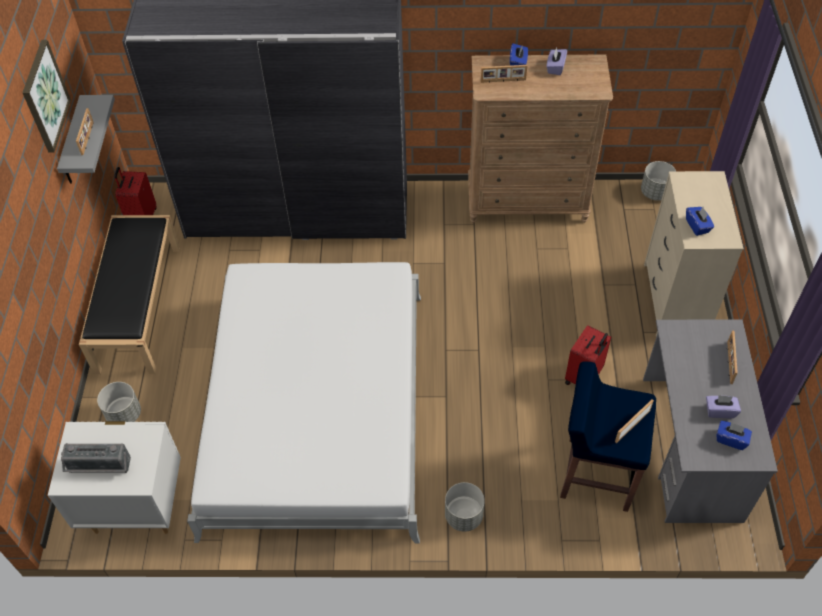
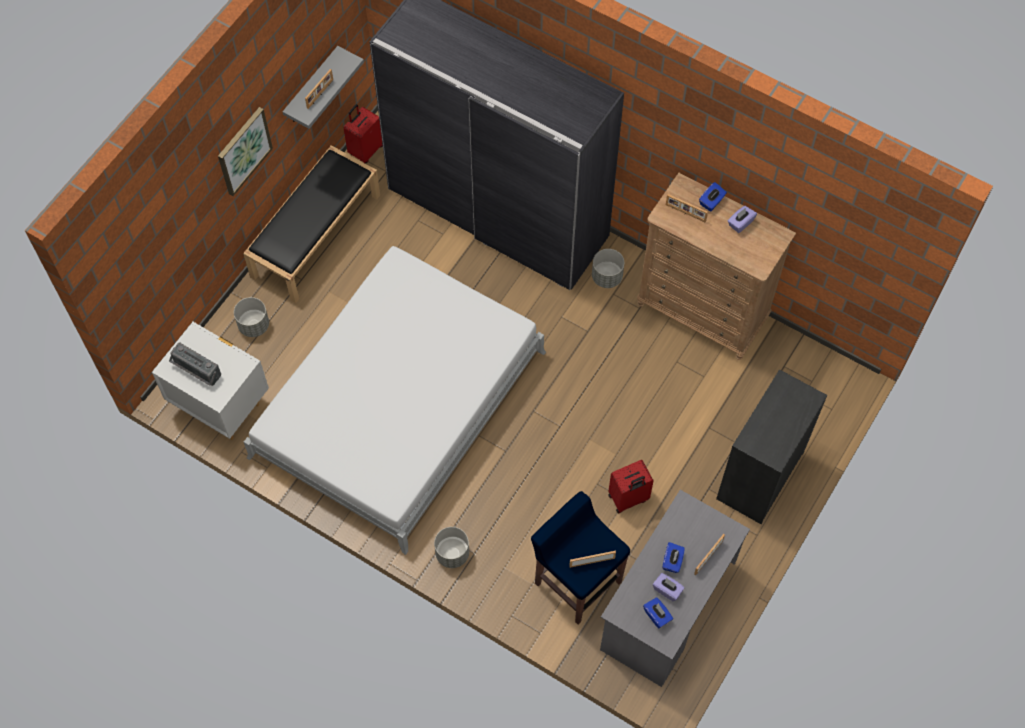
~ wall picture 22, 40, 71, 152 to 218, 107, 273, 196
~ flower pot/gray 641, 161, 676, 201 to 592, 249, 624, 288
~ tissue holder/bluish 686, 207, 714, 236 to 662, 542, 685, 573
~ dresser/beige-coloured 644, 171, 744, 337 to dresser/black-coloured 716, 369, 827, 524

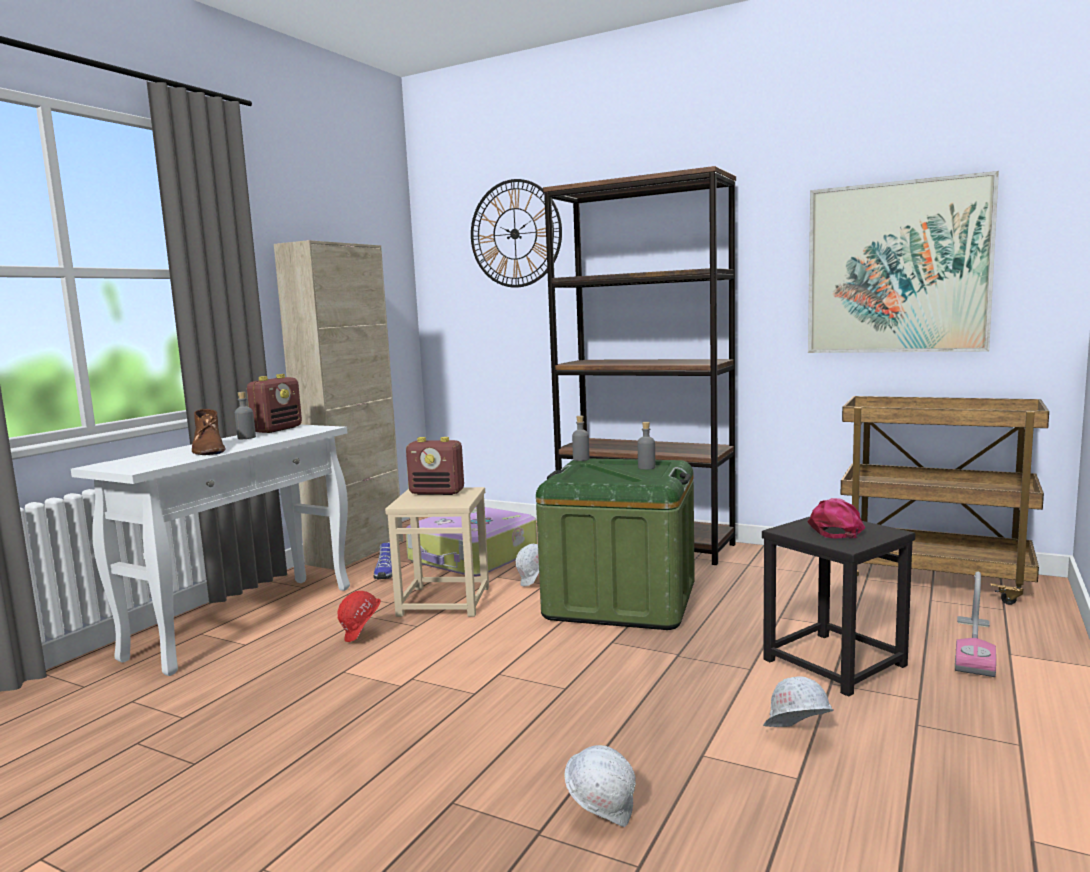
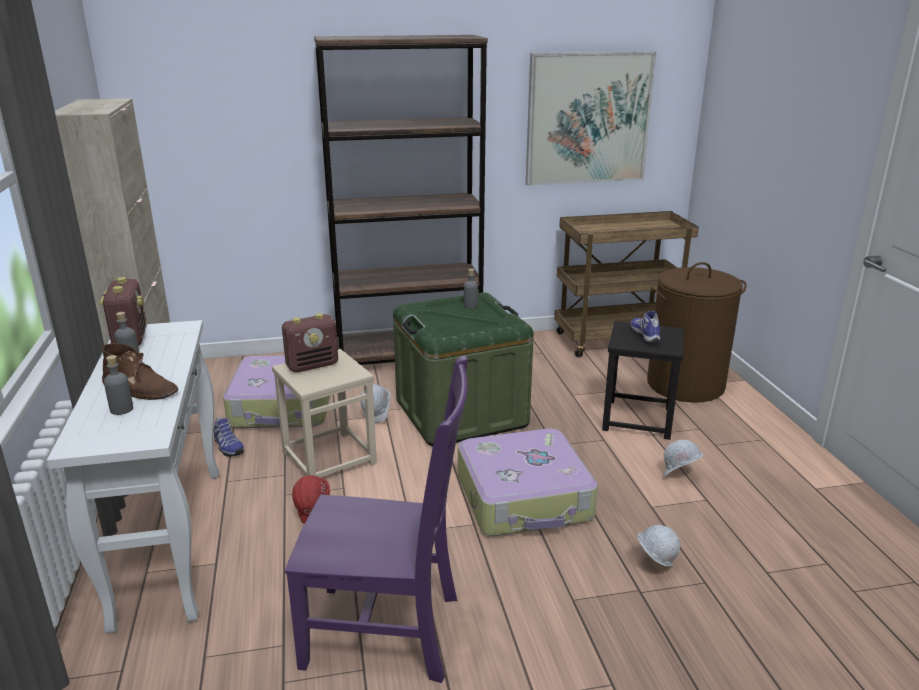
~ beverage bottle/gray 572, 416, 589, 461 to 104, 355, 133, 415
+ chair/purplish 285, 355, 468, 683
+ travel case 458, 428, 598, 536
~ cap/pink 807, 498, 865, 539 to low shoe 630, 311, 660, 344
~ hoover 955, 572, 996, 677 to laundry basket/brownish 647, 262, 747, 403
- hanging clock 471, 179, 562, 288

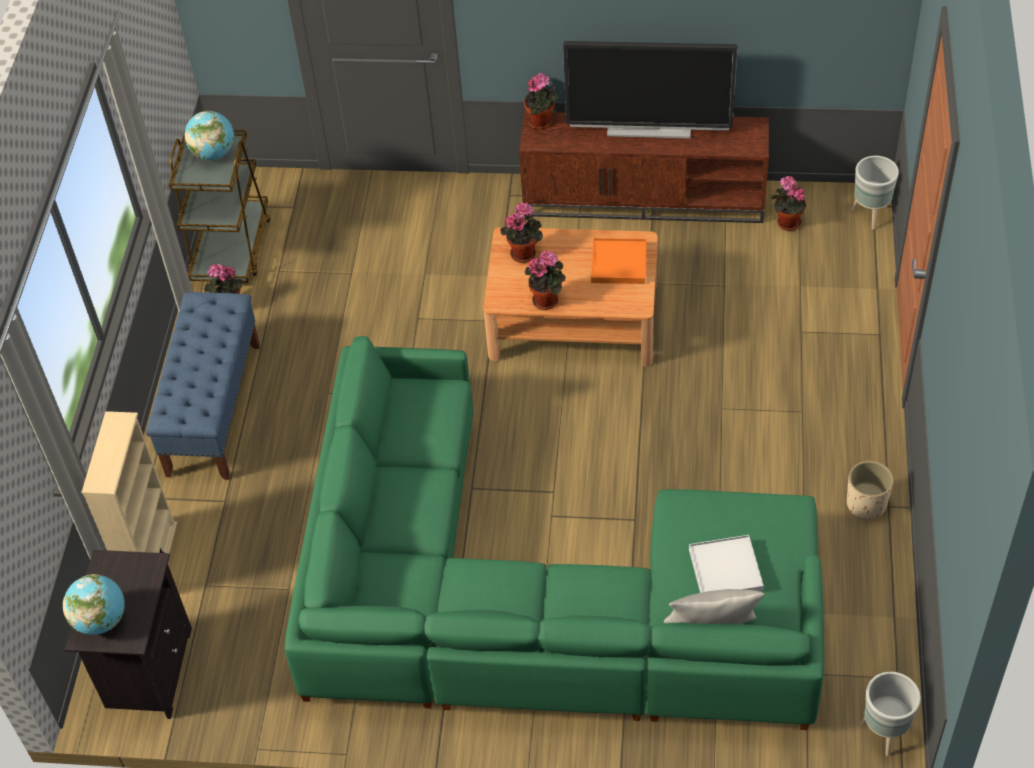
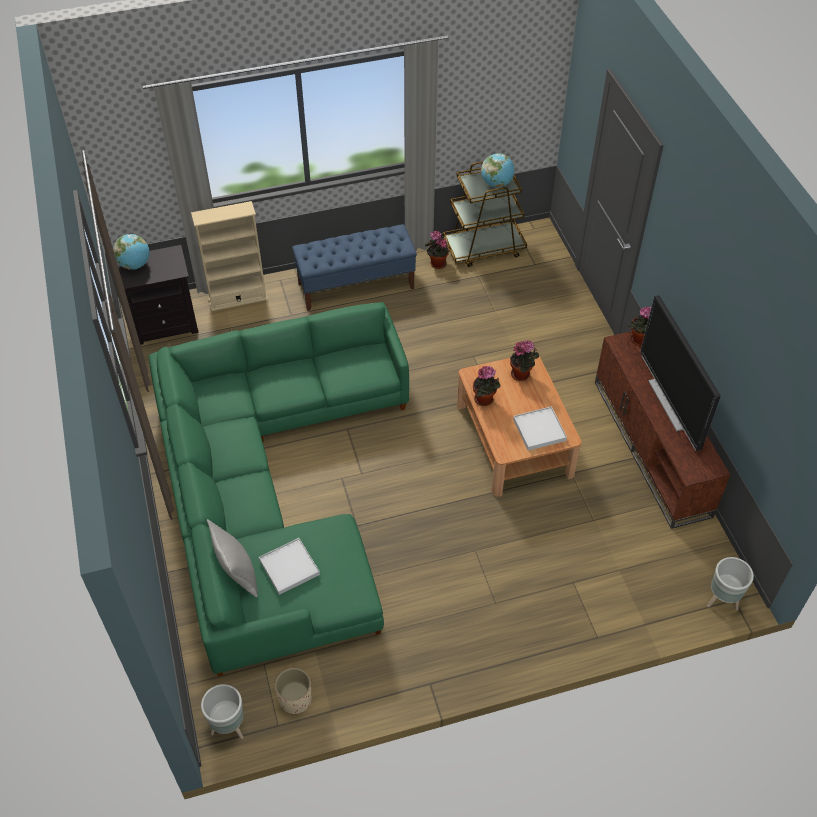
~ flower pot/beige-coloured 847, 461, 894, 520 to 275, 668, 312, 715
~ carrying tray/orangey 591, 238, 646, 284 to carrying tray/whitish 513, 406, 567, 451
- plant in a pot 771, 176, 806, 231

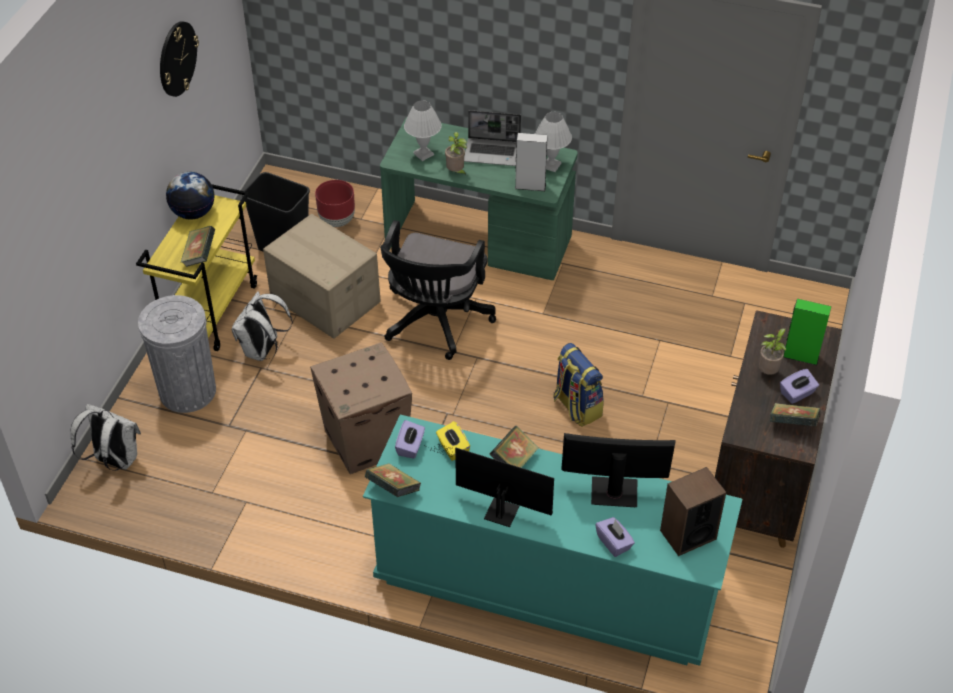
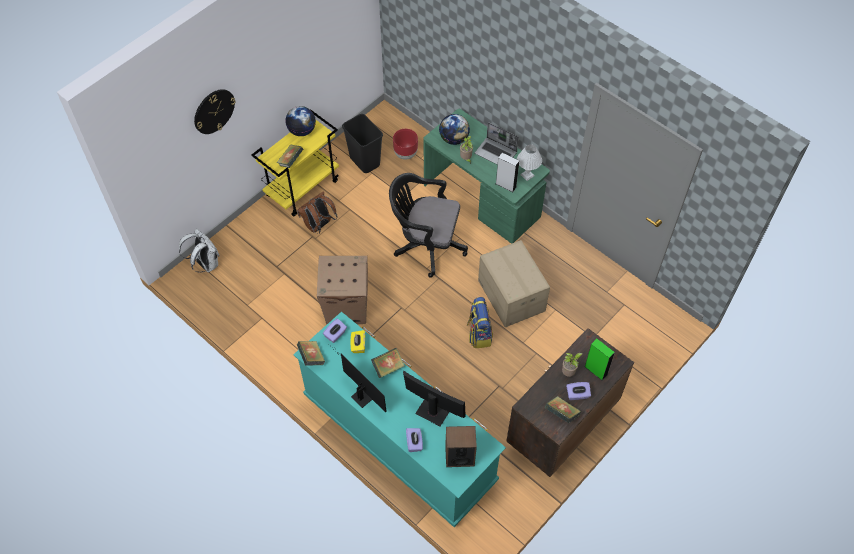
~ hanging clock 160, 21, 199, 97 to 194, 89, 236, 134
~ knapsack/whitish 232, 291, 293, 361 to knapsack/brownish 297, 191, 337, 234
~ desk chair/black-coloured 380, 220, 496, 360 = 389, 173, 468, 278 60 degrees clockwise
~ tabletop lamp/whitish 404, 100, 442, 161 to desk globe 439, 114, 470, 145
~ carton 263, 214, 381, 339 to 478, 240, 550, 327
- waste bin/gray 138, 295, 216, 413

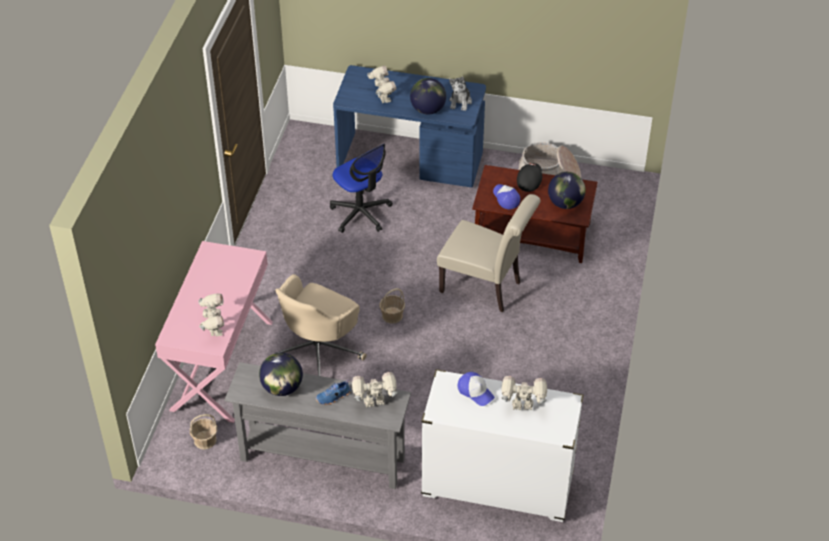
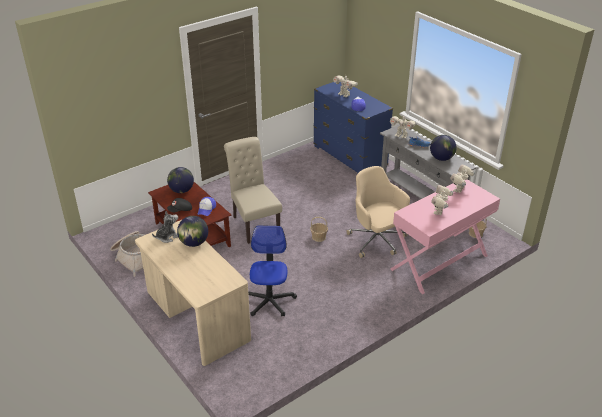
~ desk unit/bluish 333, 65, 486, 188 to desk unit/beige-coloured 135, 220, 251, 366
~ dresser/whitish 421, 369, 584, 522 to dresser/bluish 313, 82, 393, 174
~ desk chair/beige-coloured 275, 274, 367, 376 = 346, 166, 410, 258 105 degrees counterclockwise
~ robot figure 367, 66, 397, 103 to 431, 185, 453, 215

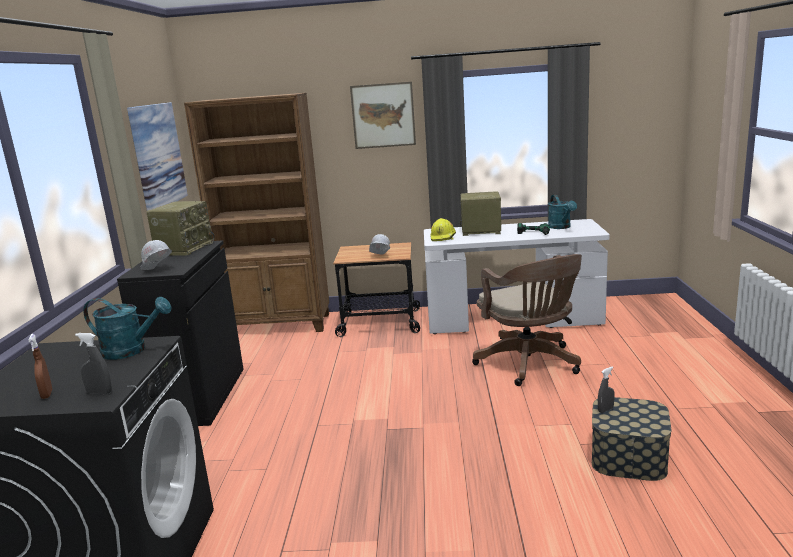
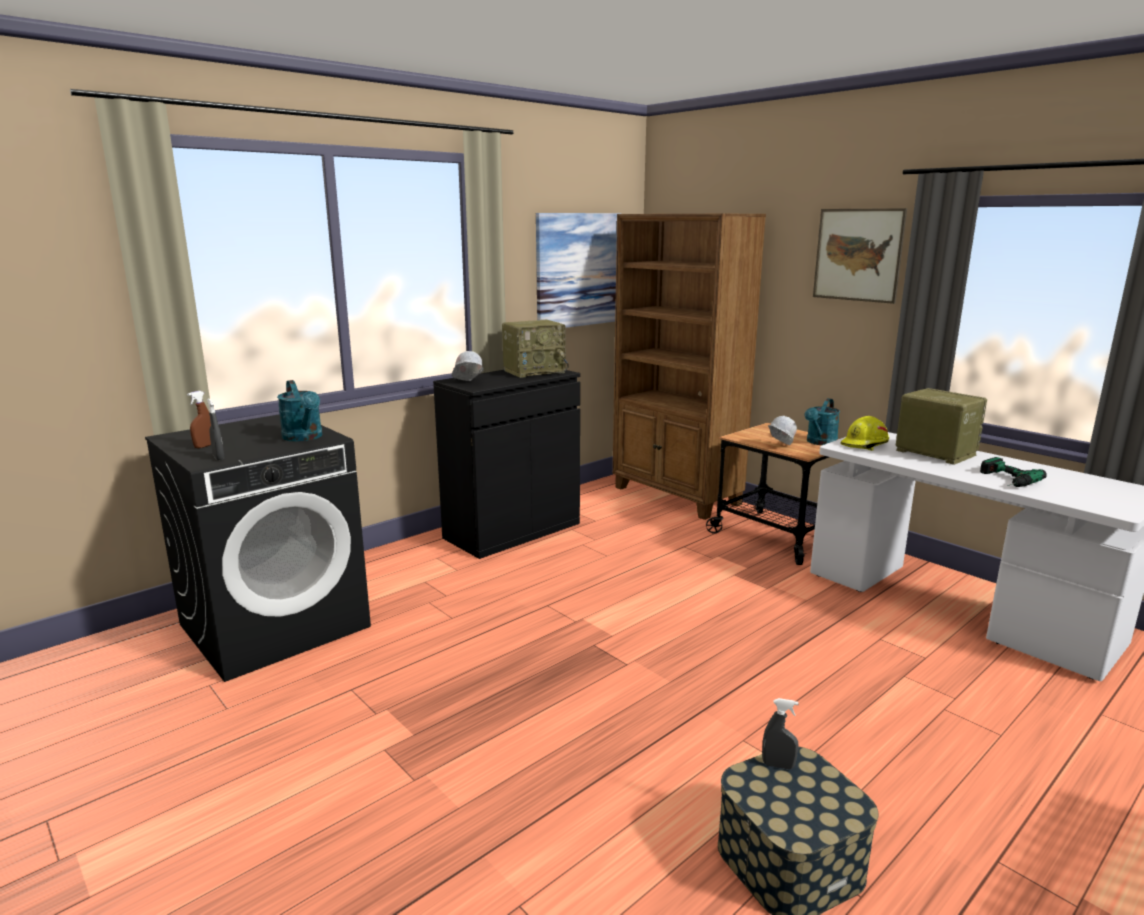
~ sprinkling can/turquoise 548, 195, 577, 229 to 805, 398, 840, 445
- desk chair/brownish 472, 254, 582, 386

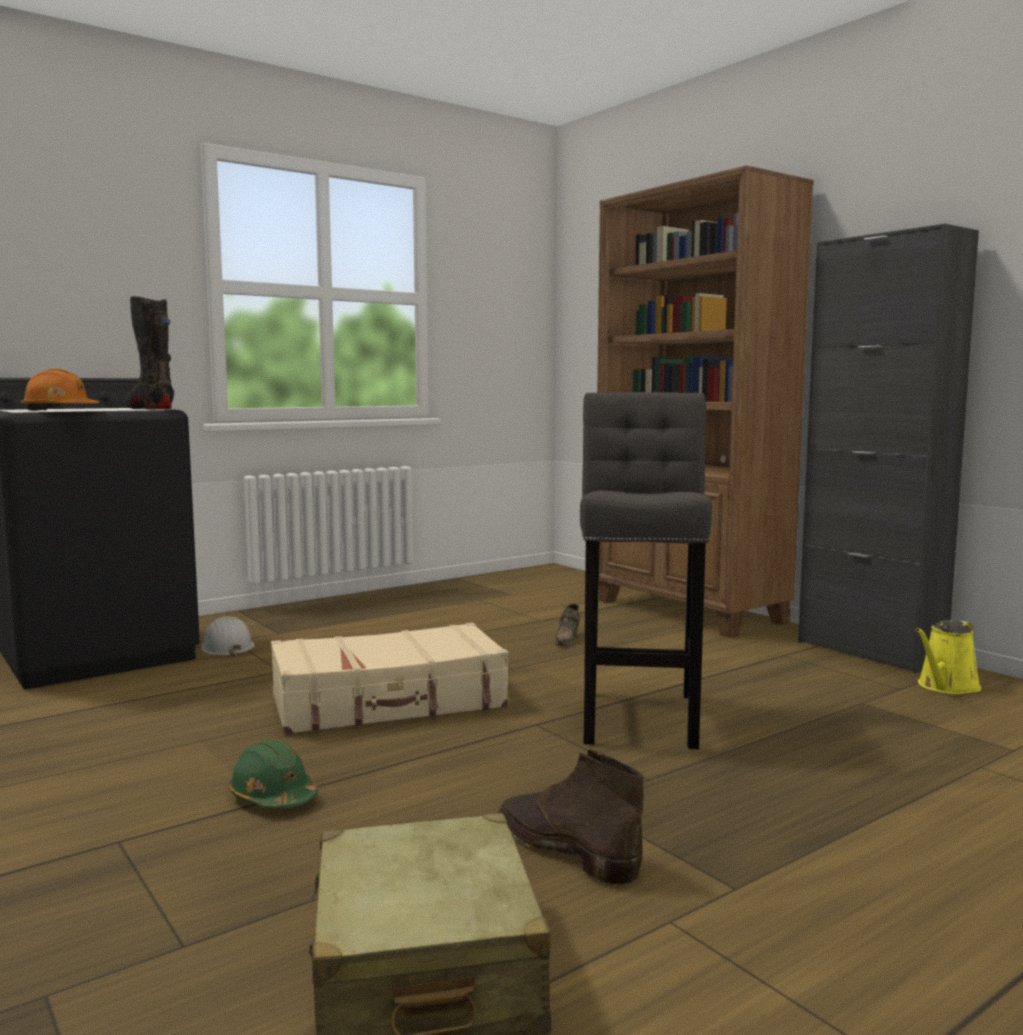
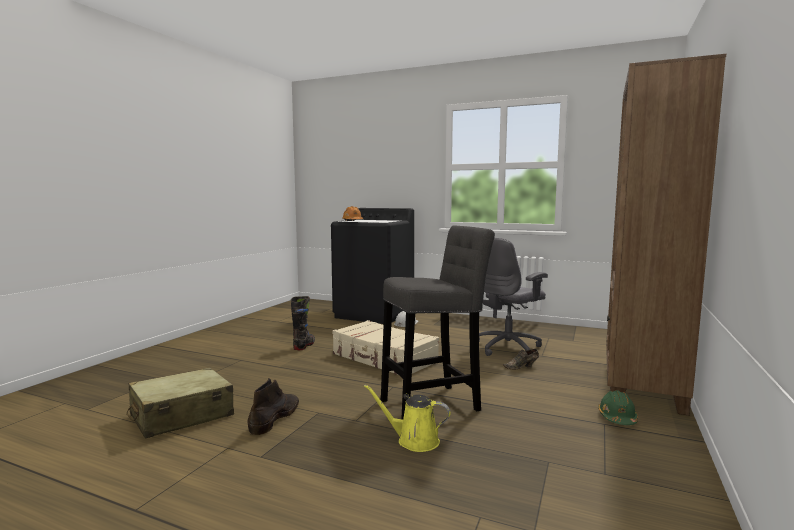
~ boot/black-coloured 125, 296, 174, 410 to 291, 296, 315, 350
~ sprinkling can/yellow 915, 620, 981, 694 to 364, 384, 451, 452
+ desk chair/gray 479, 238, 548, 356
~ hard hat/green 228, 739, 318, 809 to 598, 390, 638, 425
- cabinet/black-coloured 798, 224, 979, 673

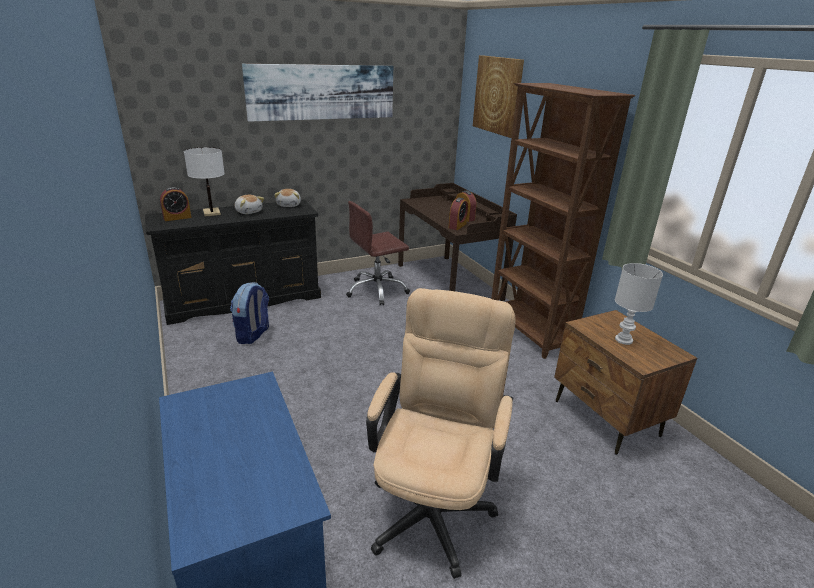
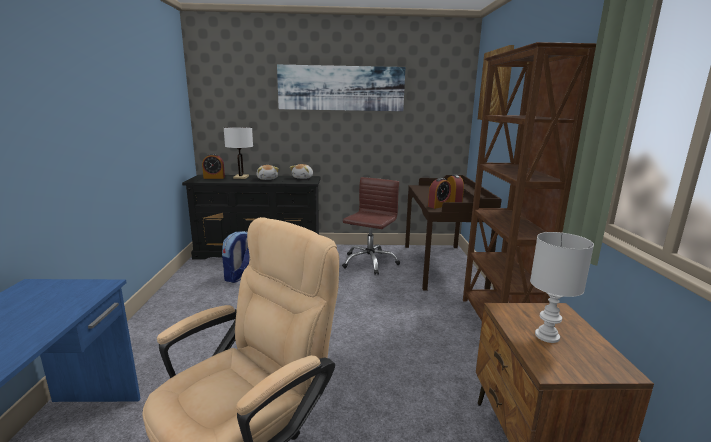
~ desk chair/brownish 346, 201, 410, 306 = 342, 177, 400, 275 120 degrees clockwise

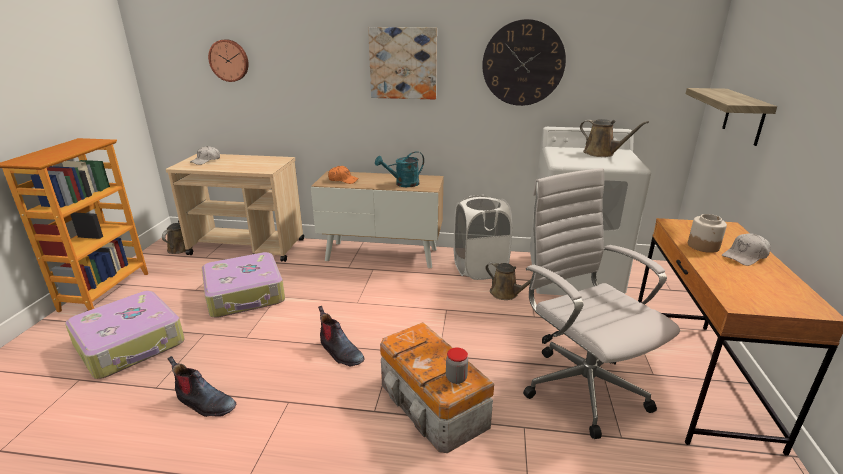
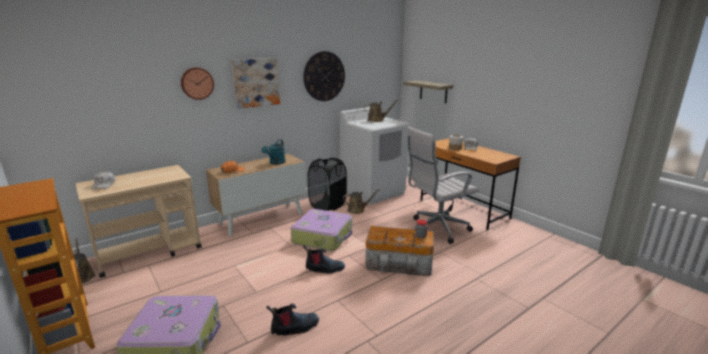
~ hanging clock 208, 39, 249, 82 to 181, 67, 214, 100
~ travel case 202, 252, 285, 318 to 291, 209, 352, 251
~ laundry basket/whitish 453, 195, 512, 280 to laundry basket/black-coloured 308, 158, 347, 211
~ desk chair/whitish 523, 168, 680, 439 = 406, 126, 479, 244 45 degrees counterclockwise

